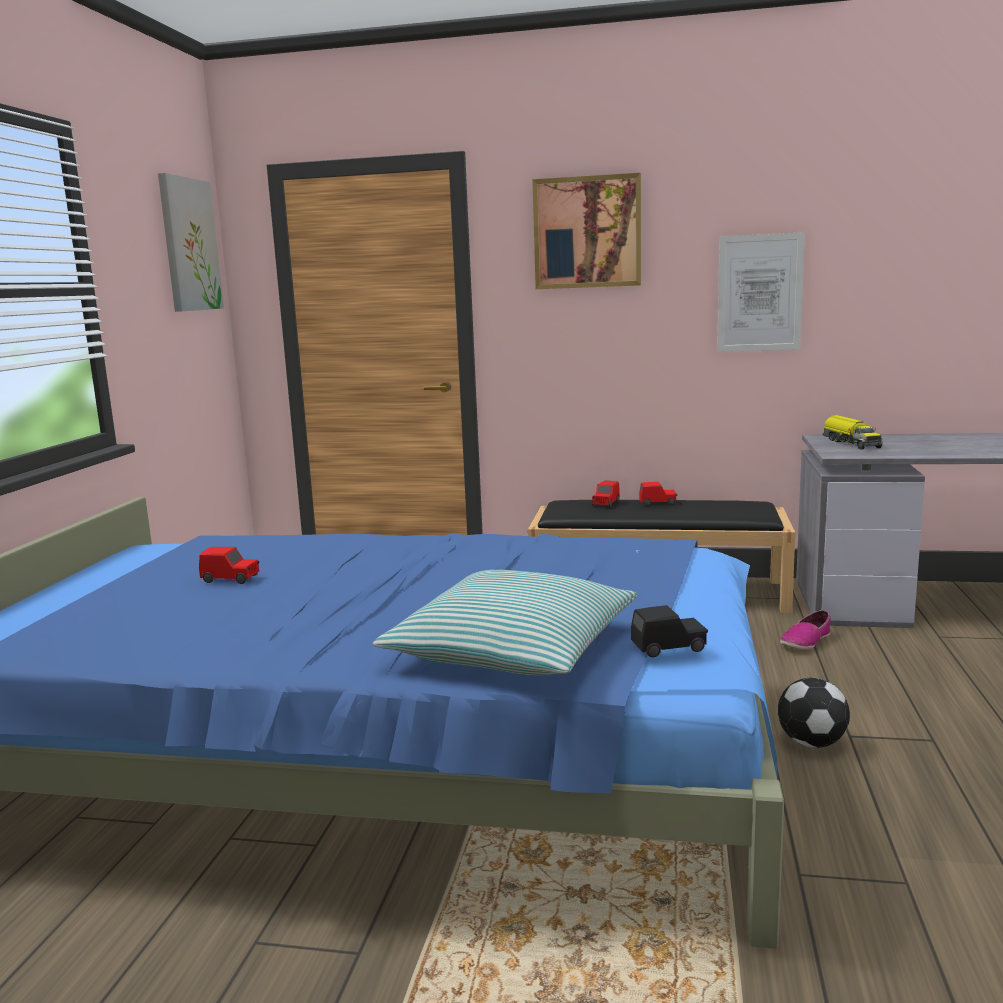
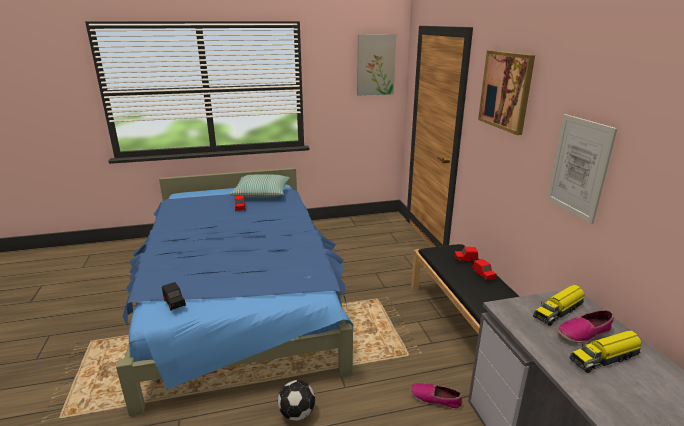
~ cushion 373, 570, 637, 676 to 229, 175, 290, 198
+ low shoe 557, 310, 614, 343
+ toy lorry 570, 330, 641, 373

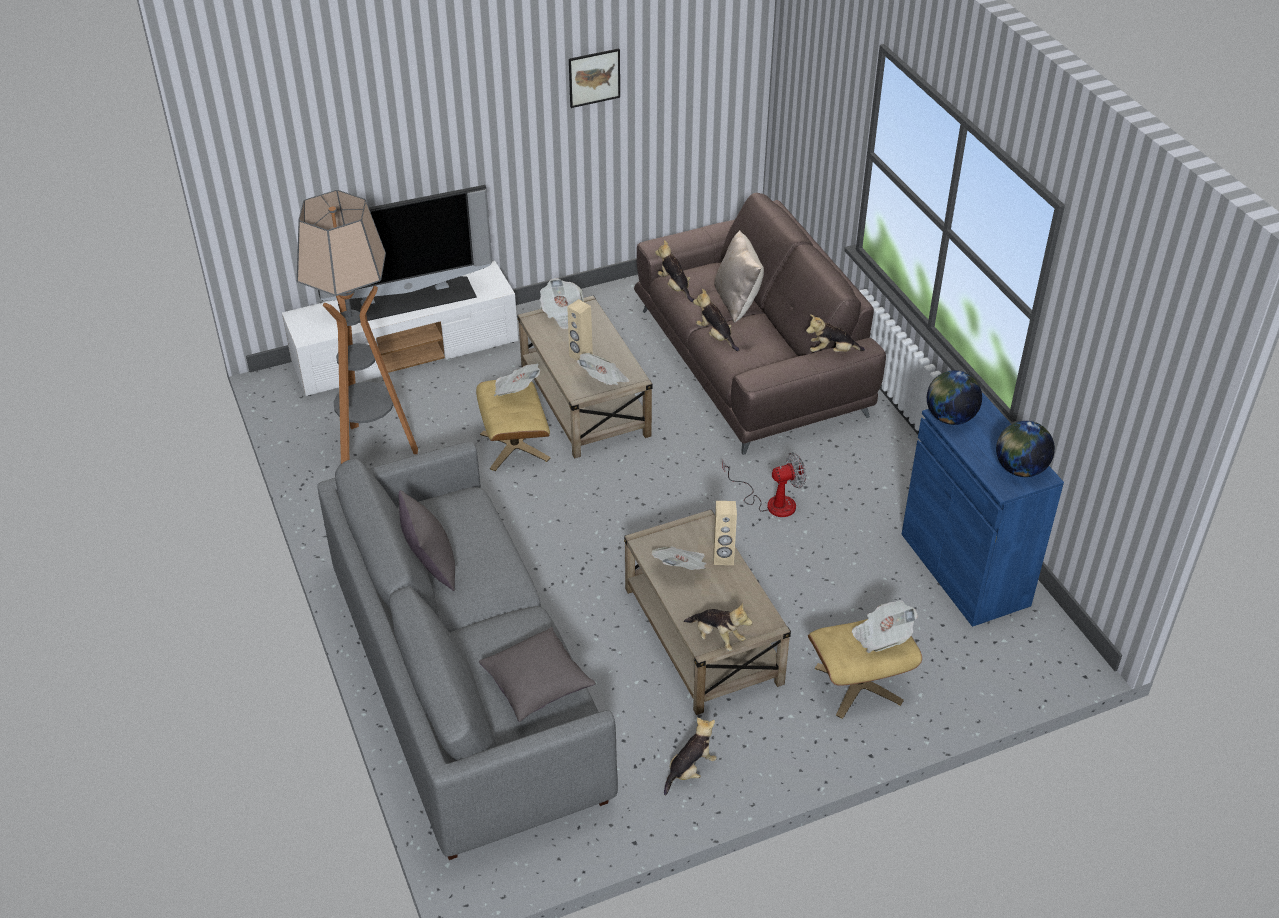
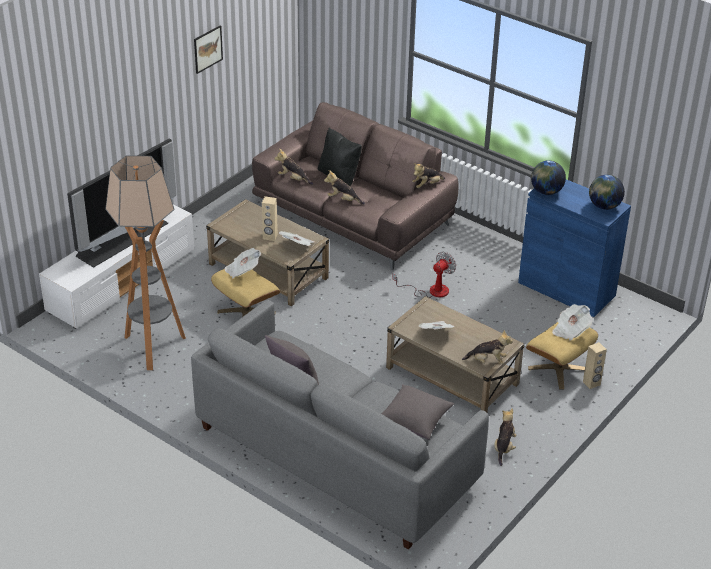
~ cushion/beige-coloured 714, 230, 764, 323 to cushion/black-coloured 318, 128, 362, 186
~ speaker/beige-coloured 713, 501, 737, 565 to 583, 342, 607, 389
- printed paper 540, 278, 584, 329

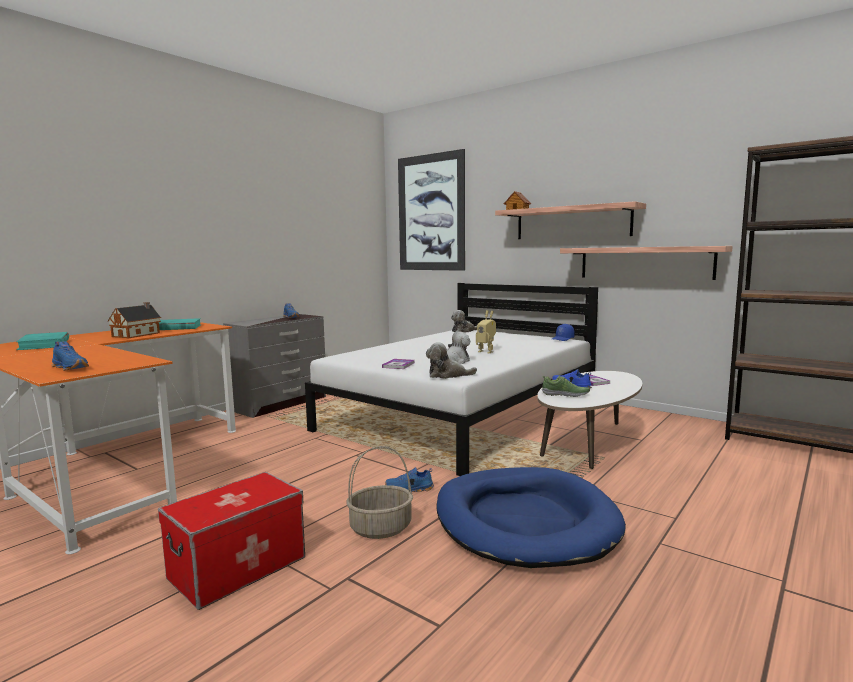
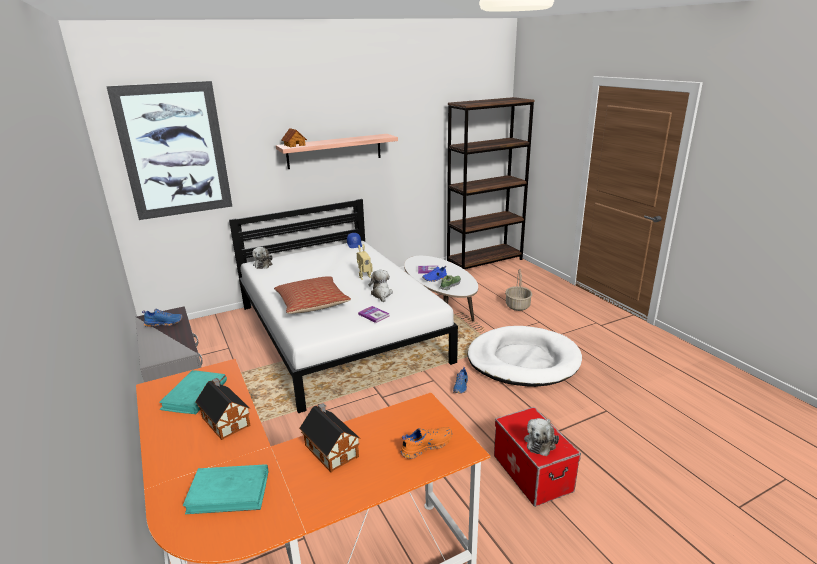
+ cushion 274, 276, 351, 314
+ toy house 299, 403, 361, 473
~ low shoe/bluish 52, 341, 89, 371 to low shoe/orangey 401, 427, 452, 459
~ pet bed/bluish 436, 467, 626, 568 to pet bed/whitish 468, 326, 582, 387
~ storage basket 347, 446, 413, 539 to 505, 269, 532, 311
~ cuddly toy 426, 342, 477, 379 to 524, 418, 559, 456
- wall shelf 560, 246, 733, 280

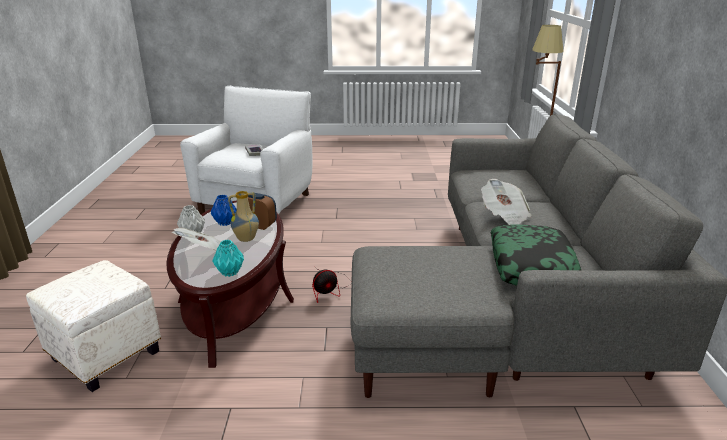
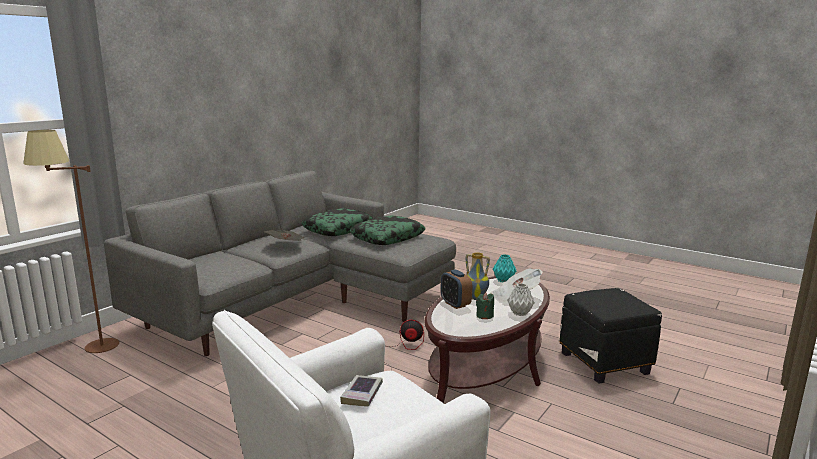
+ cushion 350, 216, 426, 245
~ decorative vase/bluish 211, 194, 237, 226 to candle/green 476, 293, 494, 319
~ ottoman/whitish 26, 260, 161, 392 to ottoman/black-coloured 559, 288, 662, 384

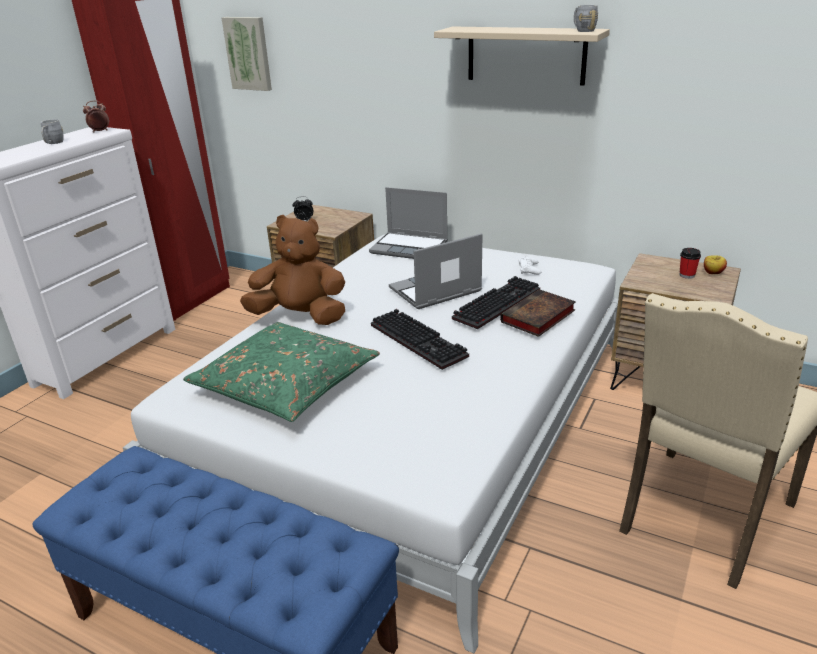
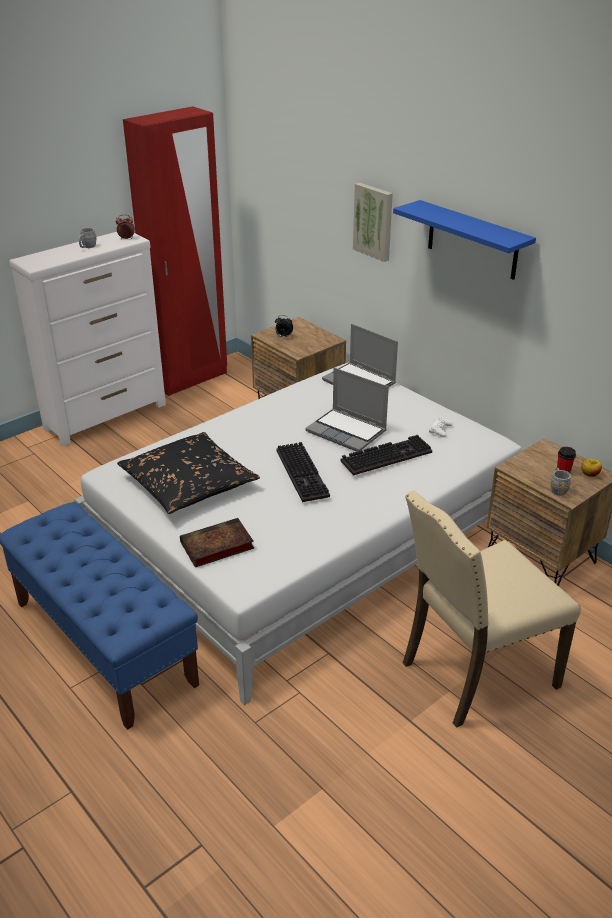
~ cushion/green 183, 322, 380, 422 to cushion/black-coloured 117, 432, 260, 514
~ book 500, 289, 576, 337 to 180, 518, 254, 567
~ notebook computer 389, 233, 483, 309 = 305, 368, 389, 451 135 degrees counterclockwise
~ wall picture 222, 17, 272, 91 to 353, 183, 393, 262
~ wall shelf/beige-coloured 434, 27, 610, 86 to wall shelf/bluish 393, 200, 536, 280
~ tea mug/gray 574, 5, 598, 32 to 551, 468, 571, 496
- cuddly toy/brownish 240, 215, 345, 325

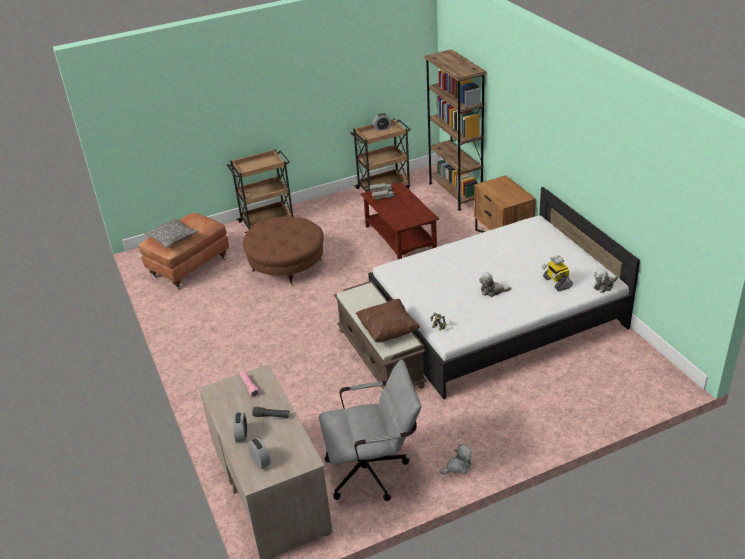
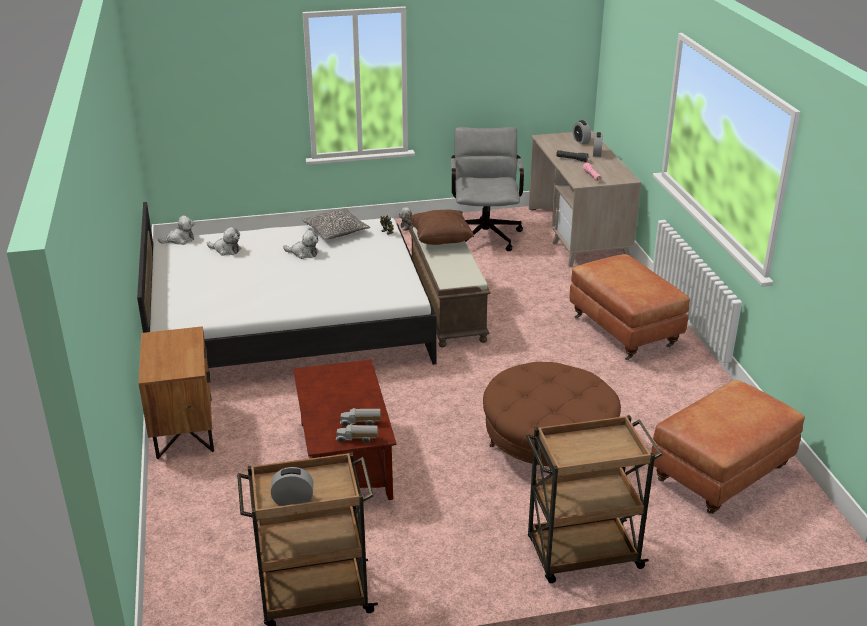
~ robot figure 542, 255, 573, 291 to cuddly toy 207, 227, 241, 256
~ cushion 144, 218, 198, 248 to 302, 208, 370, 240
~ desk chair/gray 319, 359, 421, 501 = 451, 127, 524, 251 90 degrees clockwise
+ ottoman/brownish 570, 254, 690, 360
- bookshelf/brownish 424, 49, 486, 211

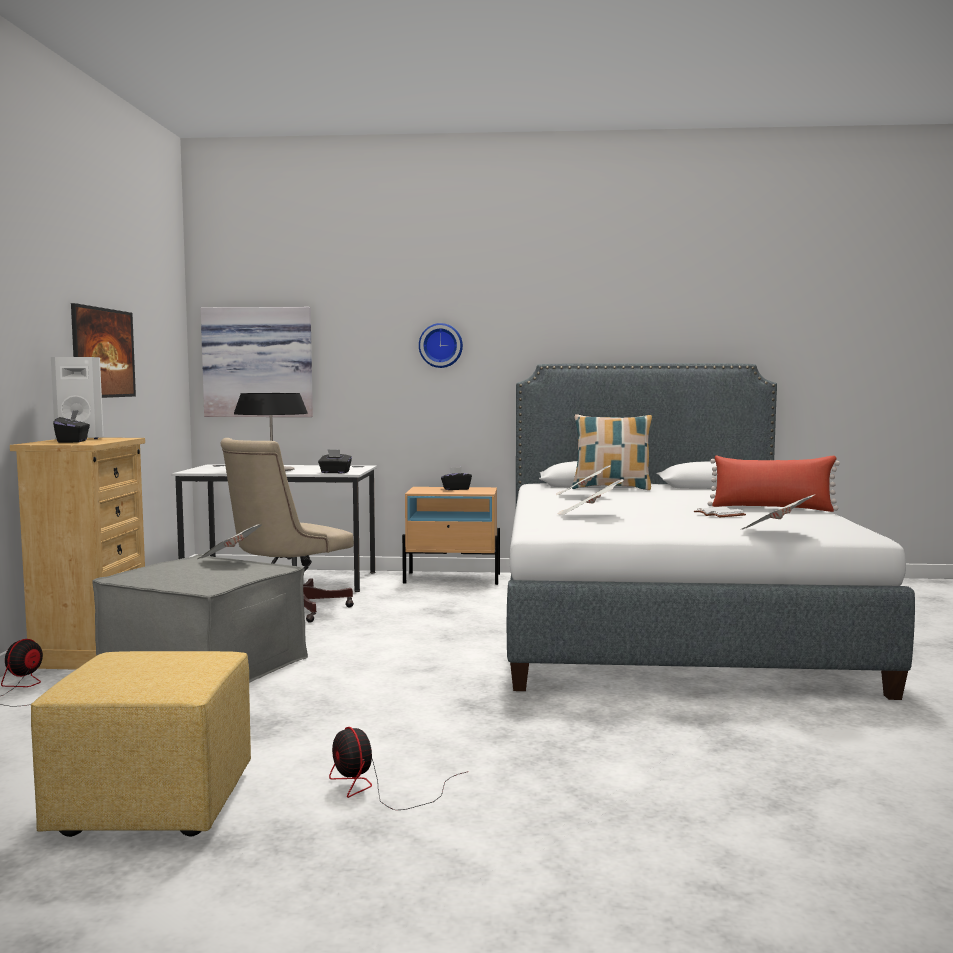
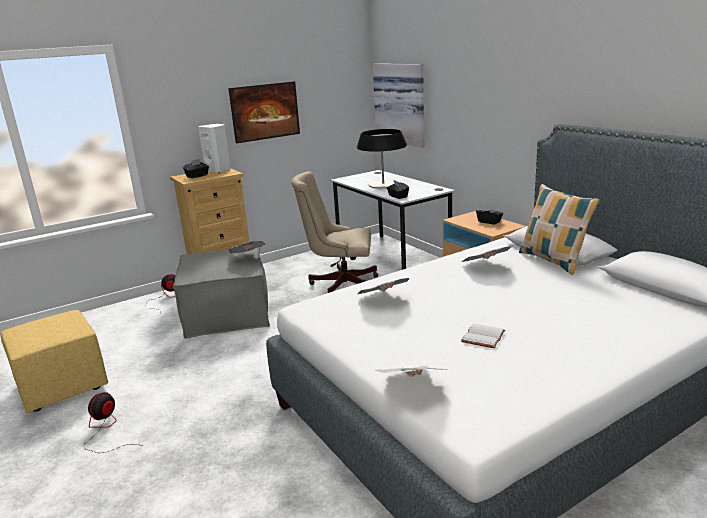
- hanging clock 419, 323, 463, 368
- cushion/red-coloured 708, 455, 840, 512

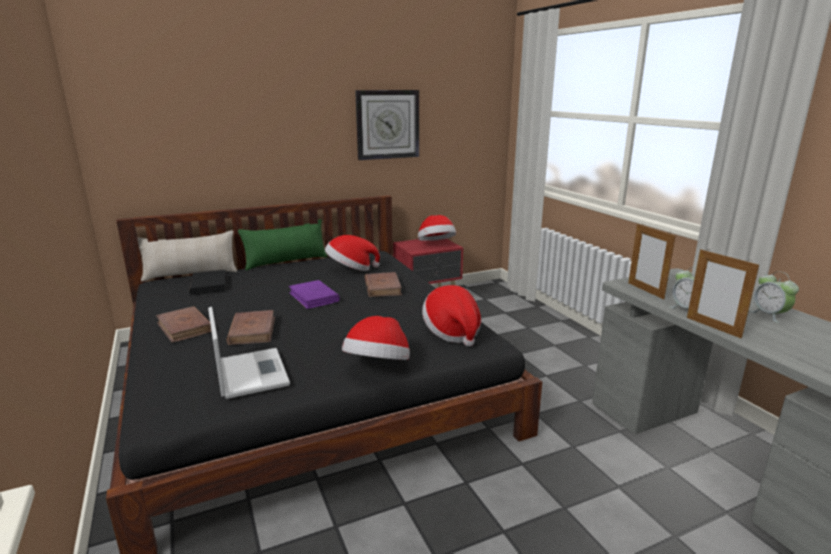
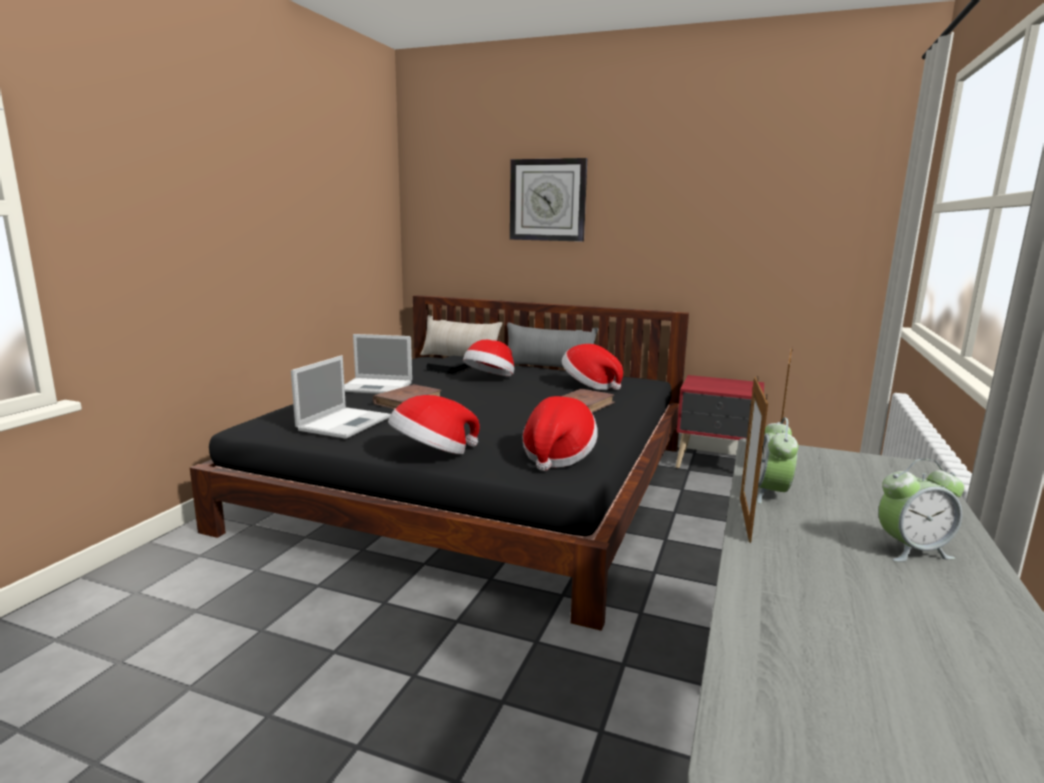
~ book/brownish 156, 306, 212, 343 to notebook computer 344, 334, 412, 394
~ hat 418, 215, 456, 241 to 463, 340, 515, 376
~ cushion/green 238, 219, 327, 270 to cushion/gray 507, 323, 598, 368
~ hanging clock 355, 90, 419, 160 to 510, 158, 587, 242
~ table clock 750, 271, 799, 323 = 878, 459, 964, 562 120 degrees counterclockwise
- book/purplish 289, 280, 340, 309

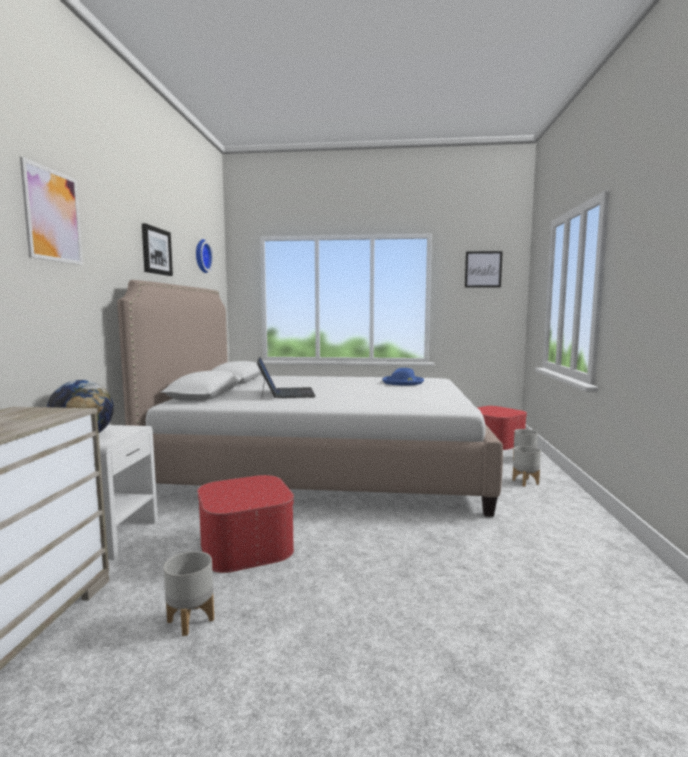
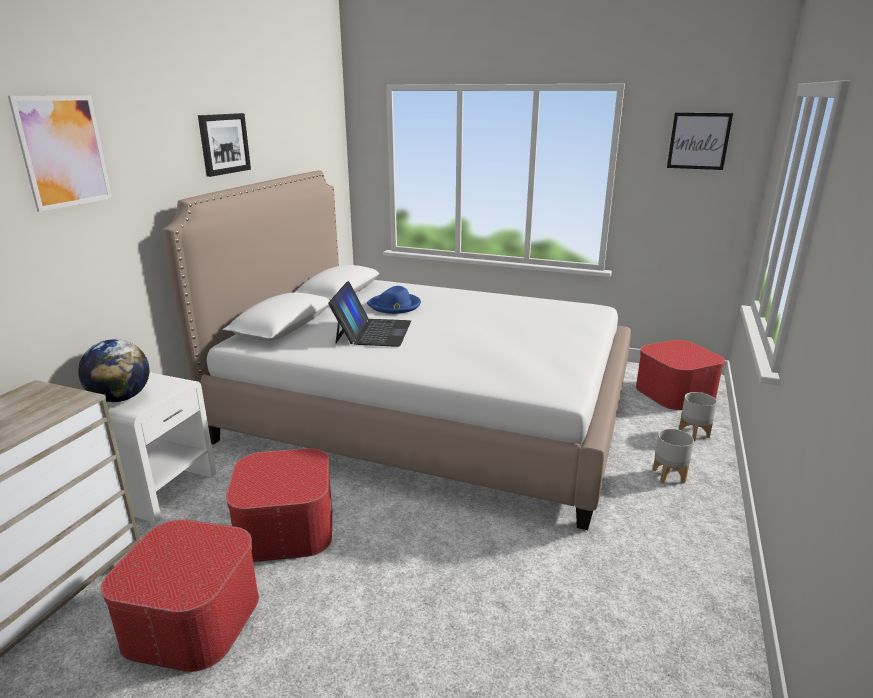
~ flower pot/gray 164, 551, 214, 636 to ottoman 101, 520, 259, 672
~ hat/bluish 382, 368, 424, 385 to 367, 286, 421, 314
- hanging clock 196, 239, 213, 273

